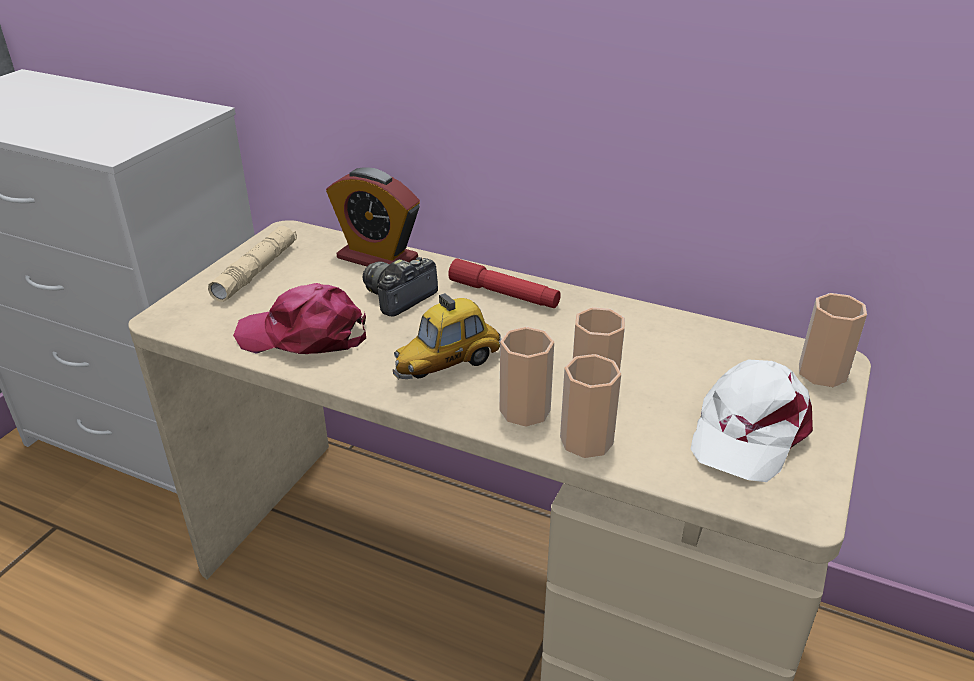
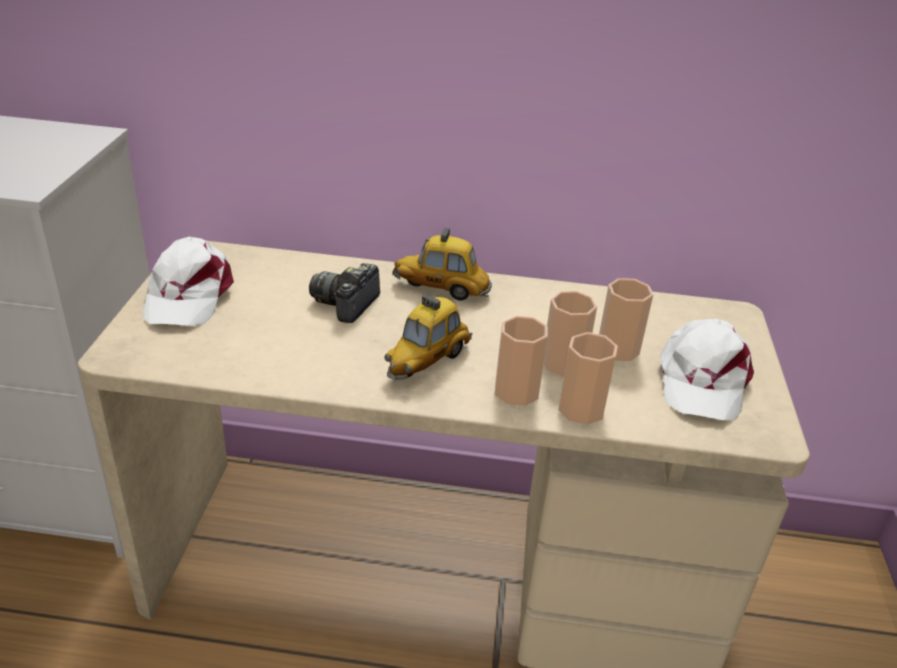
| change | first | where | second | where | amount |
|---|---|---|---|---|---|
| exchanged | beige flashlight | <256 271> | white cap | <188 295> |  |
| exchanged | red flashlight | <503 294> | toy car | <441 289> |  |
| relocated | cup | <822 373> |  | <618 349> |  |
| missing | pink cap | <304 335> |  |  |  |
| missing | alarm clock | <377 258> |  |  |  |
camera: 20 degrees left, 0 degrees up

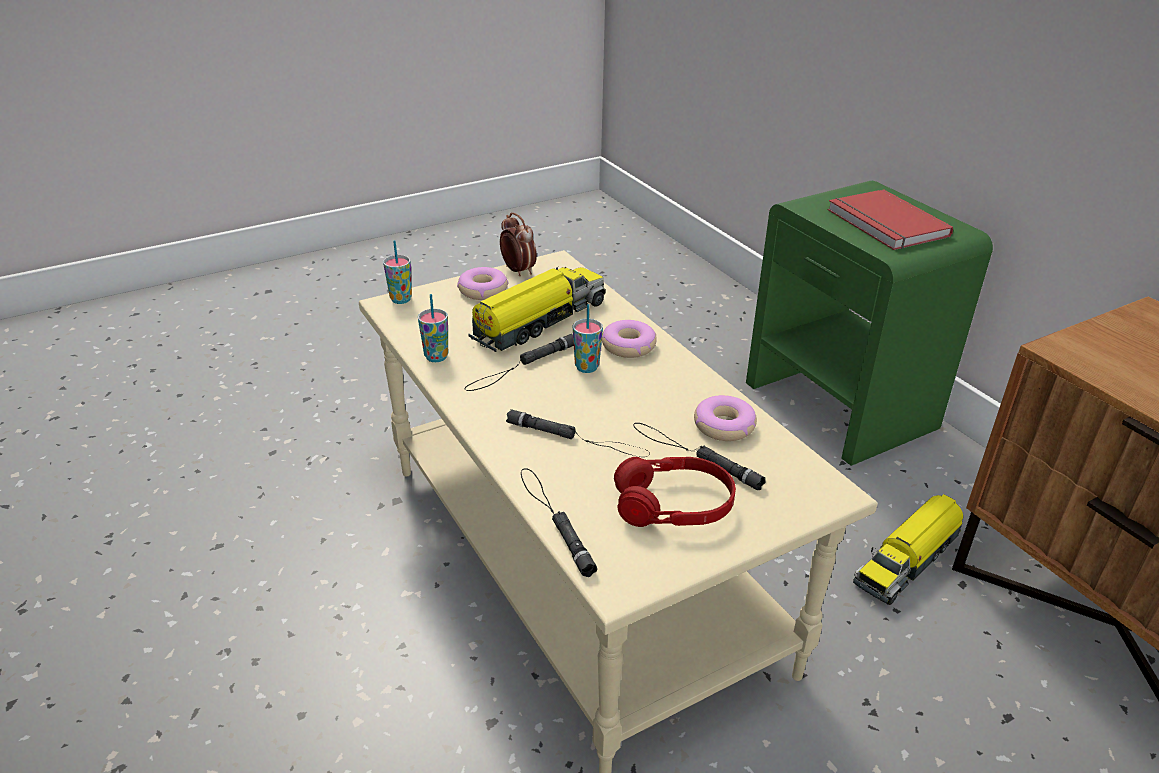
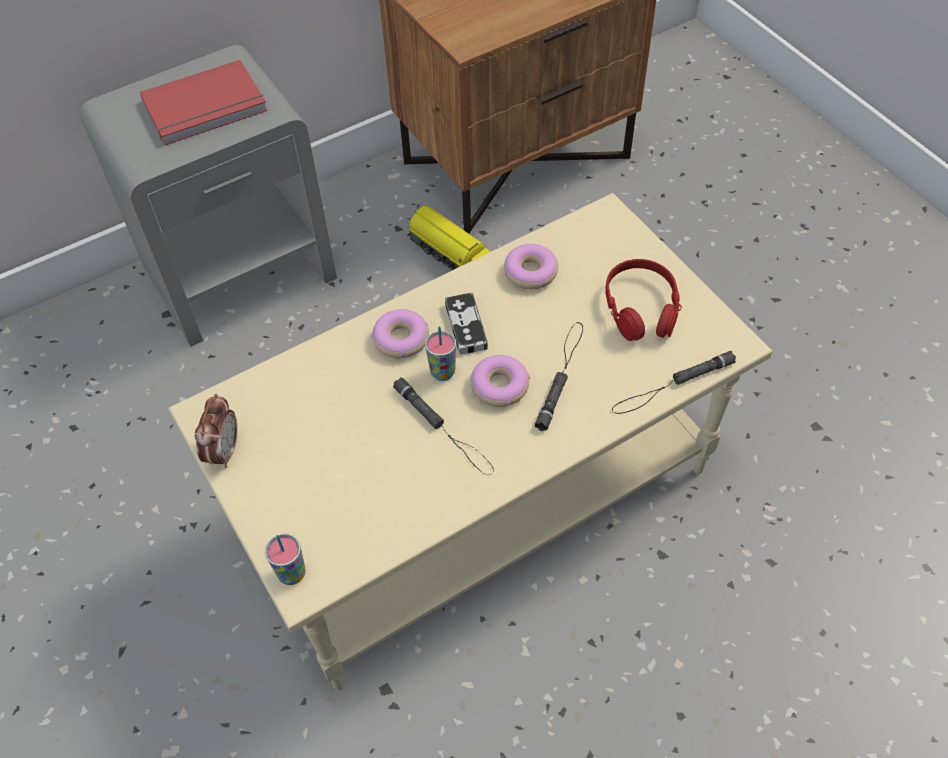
| change | first | where | second | where | amount |
|---|---|---|---|---|---|
| colour | green nightstand | <841 405> | grey nightstand | <241 272> |  |
| spun | alarm clock | <518 271> |  | <224 451> | 135 degrees clockwise |
| appeared |  |  | game controller | <466 326> |  |
| relocated | donut | <483 290> |  | <499 386> |  |
| missing | cup | <436 357> |  |  |  |
| missing | toy truck | <538 321> |  |  |  |
| missing | black flashlight | <694 455> |  |  |  |
camera: 90 degrees left, 20 degrees up

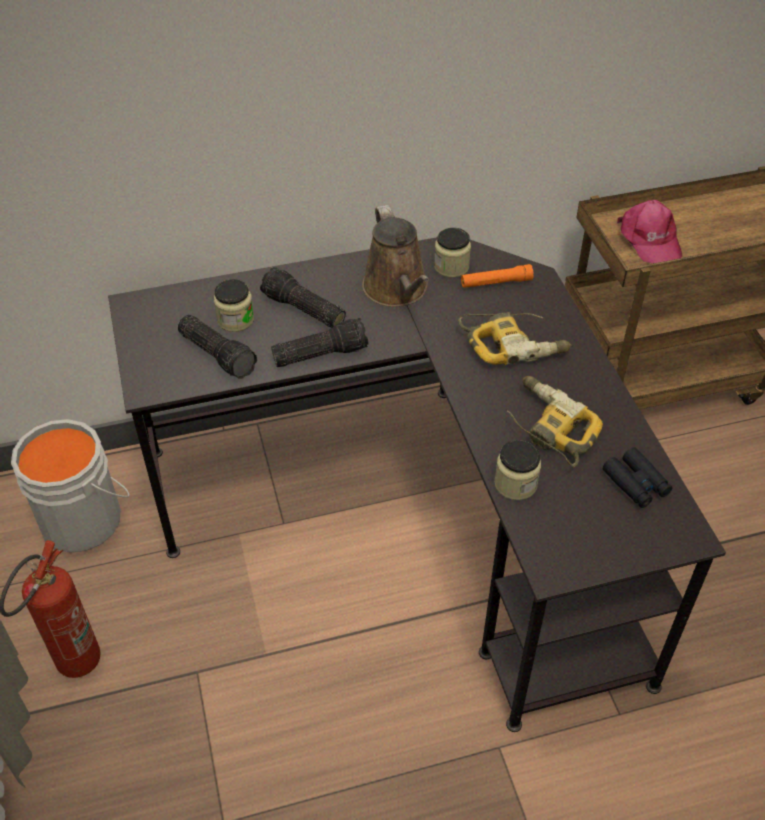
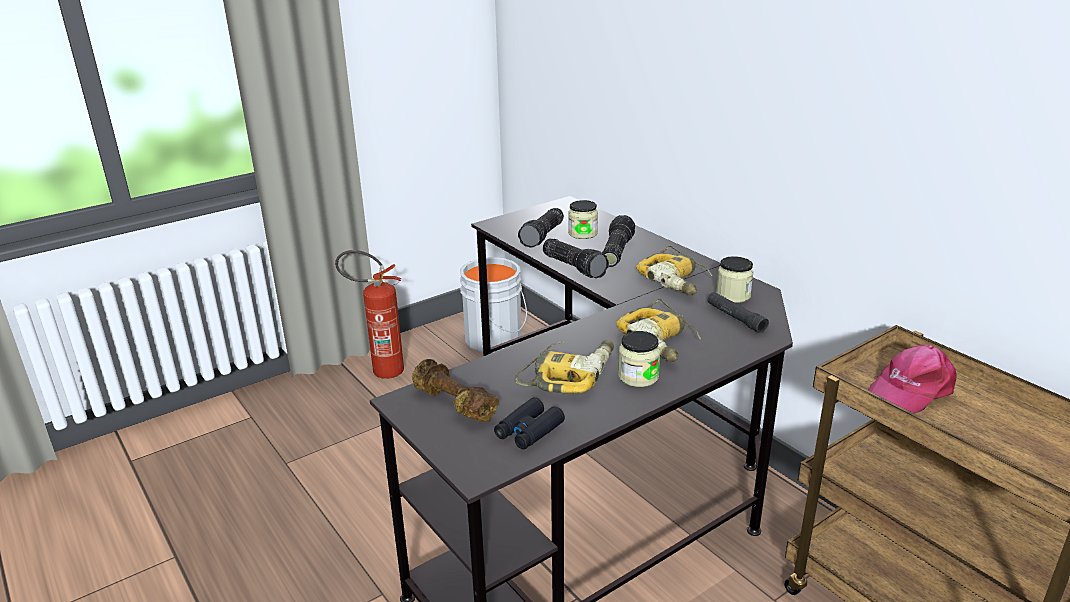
| change | first | where | second | where | amount |
|---|---|---|---|---|---|
| appeared |  |  | brown dumbbell | <453 404> |  |
| relocated | jar | <515 484> |  | <638 376> |  |
| exchanged | brown watering can | <397 290> | power drill | <676 279> |  |
| colour | orange flashlight | <496 282> | black flashlight | <735 318> |  |
camera: 70 degrees right, 20 degrees down

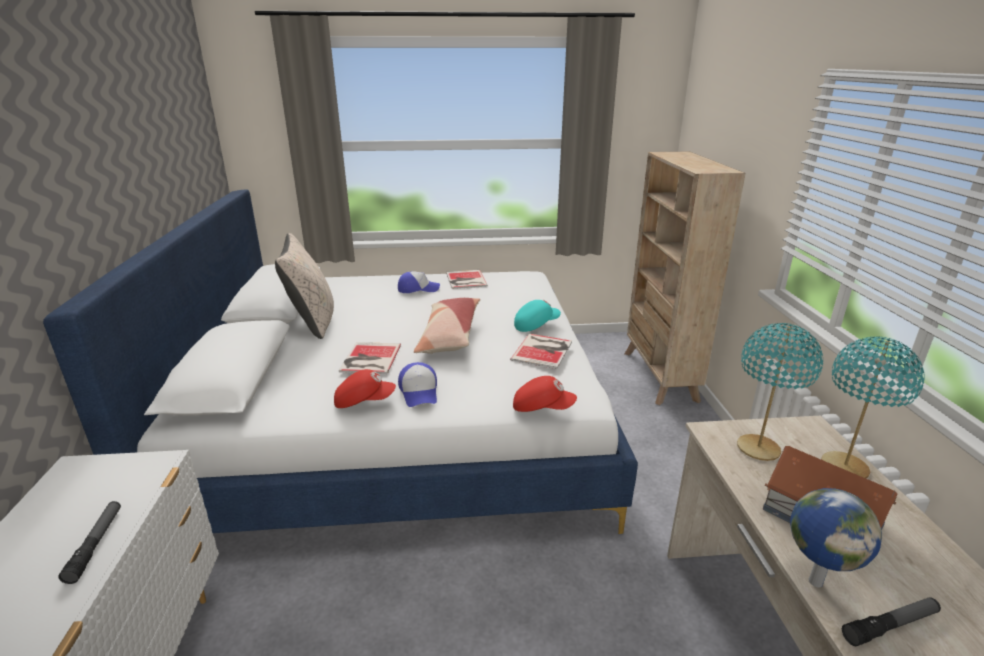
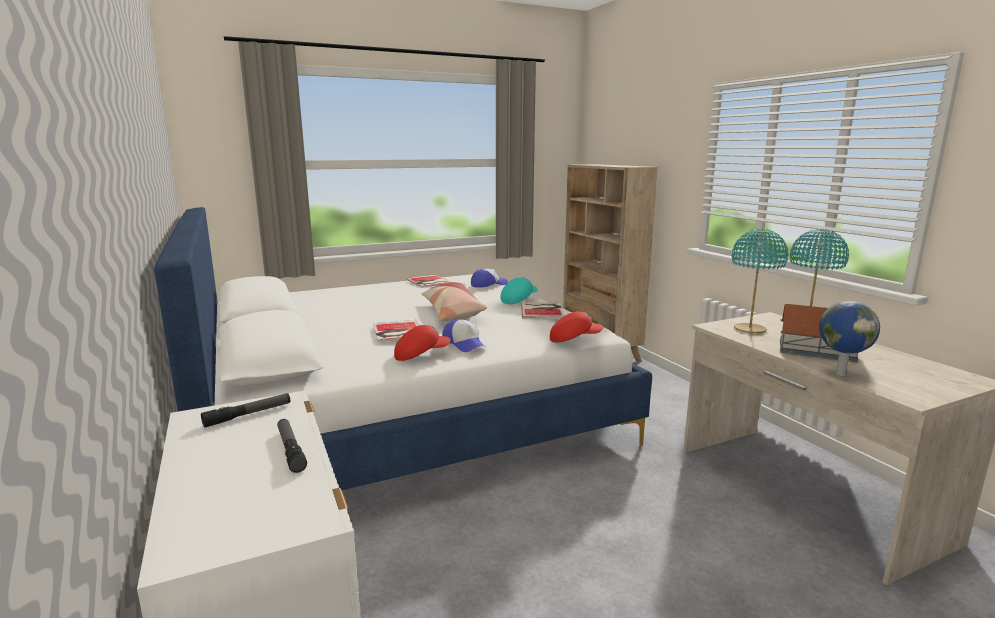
| change | first | where | second | where | amount |
|---|---|---|---|---|---|
| relocated | flashlight | <890 626> |  | <248 415> |  |
| relocated | cap | <418 289> |  | <488 284> |  |
| missing | beige pillow | <312 322> |  |  |  |
camera: 20 degrees left, 10 degrees down

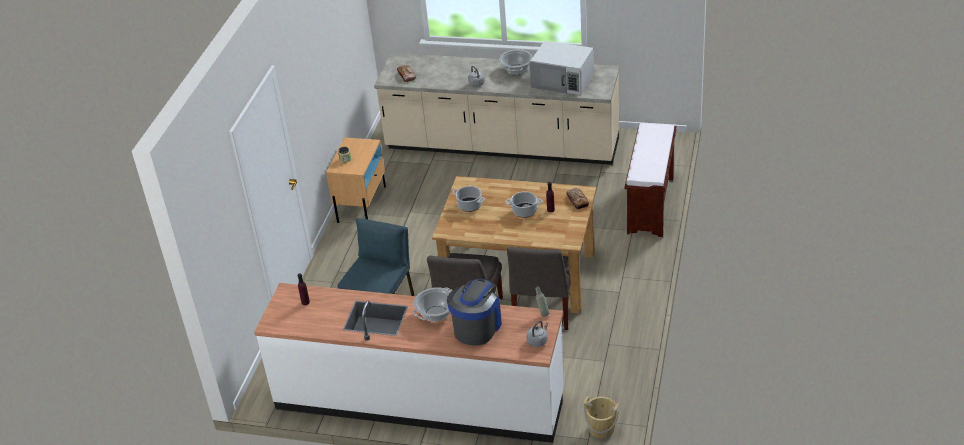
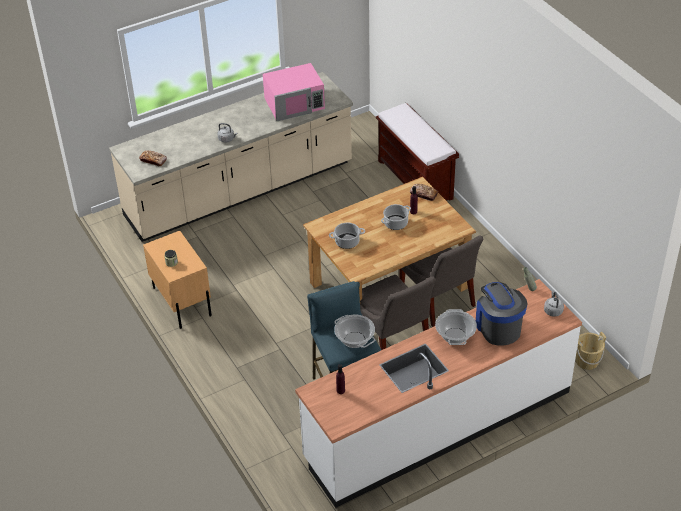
| change | first | where | second | where | amount |
|---|---|---|---|---|---|
| colour | white microwave | <563 80> | pink microwave | <295 103> |  |
| relocated | cooking pot | <516 69> |  | <355 340> |  |
camera: 45 degrees left, 5 degrees up

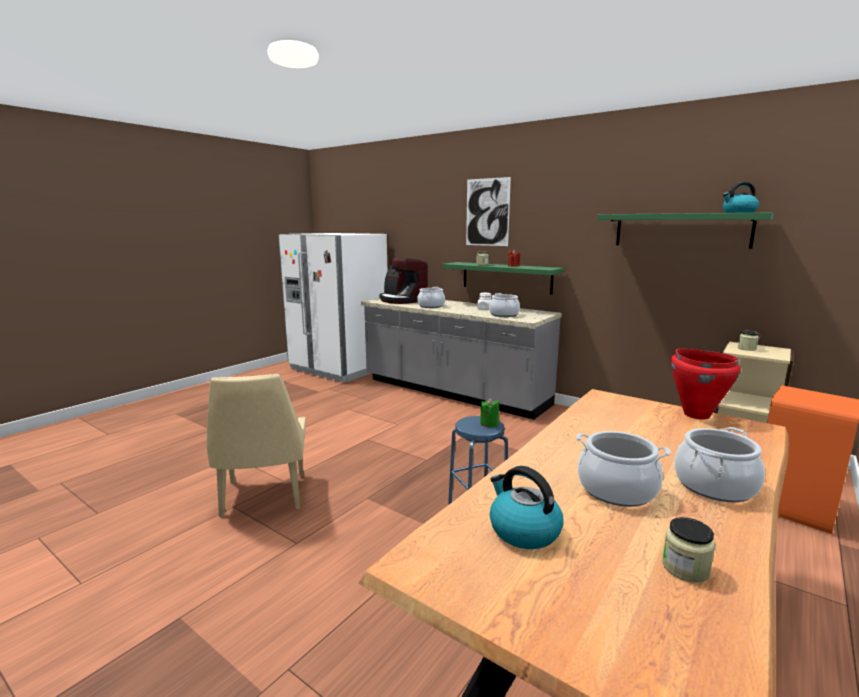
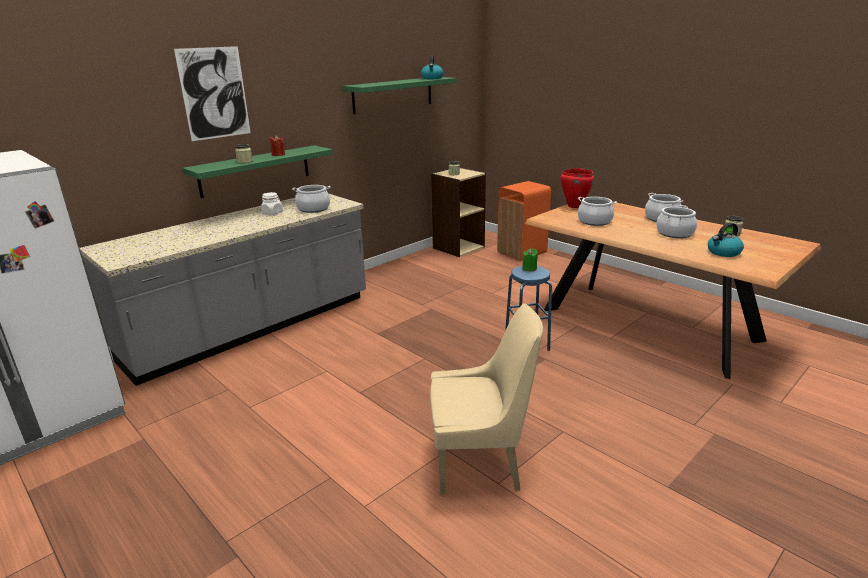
| change | first | where | second | where | amount |
|---|---|---|---|---|---|
| relocated | cooking pot | <431 306> |  | <594 221> |  |
| missing | coffee machine | <402 300> |  |  |  |
camera: 80 degrees left, 10 degrees up

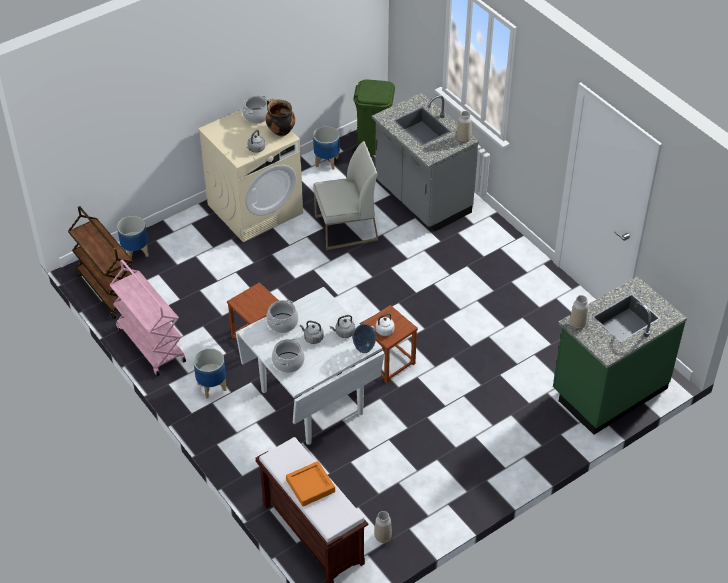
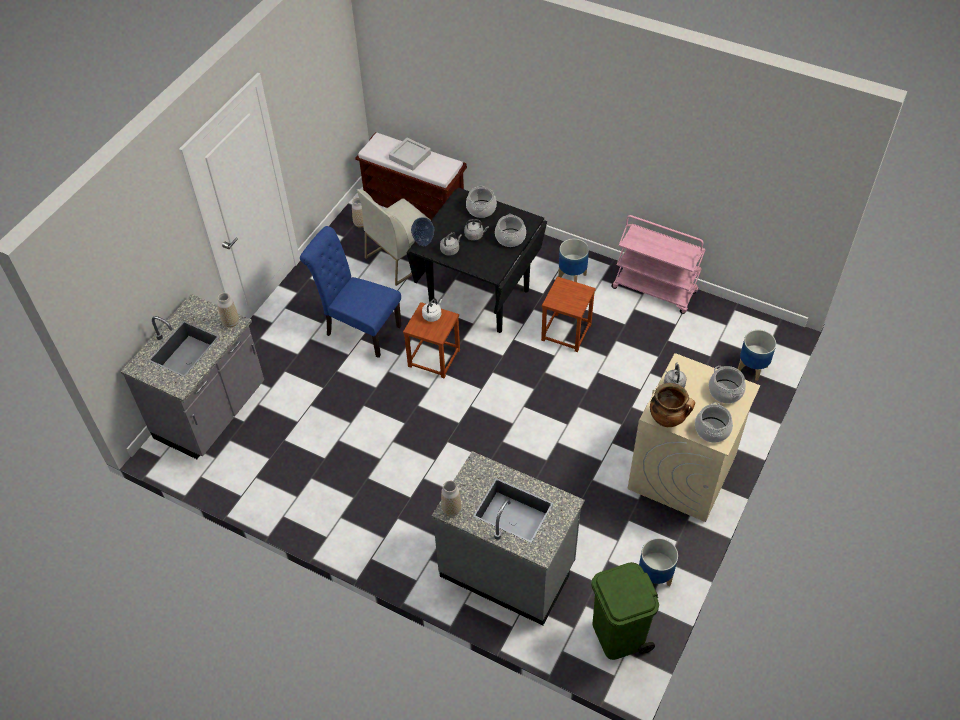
| change | first | where | second | where | amount |
|---|---|---|---|---|---|
| colour | green counter | <608 390> | grey counter | <212 413> |  |
| appeared |  |  | blue chair | <359 329> |  |
| relocated | white chair | <345 229> |  | <401 257> |  |
| colour | orange tray | <310 486> | grey tray | <410 156> |  |
| colour | white dining table | <312 401> | black dining table | <479 298> |  |
| appeared |  |  | cooking pot | <725 391> |  |
| missing | brown cart | <108 289> |  |  |  |
camera: 155 degrees right, 5 degrees up

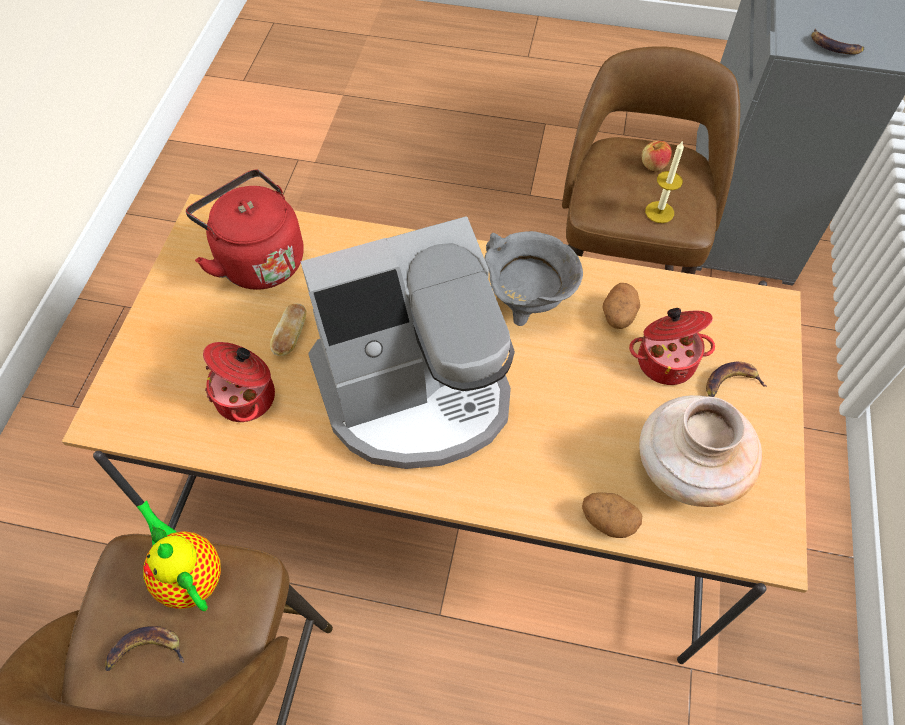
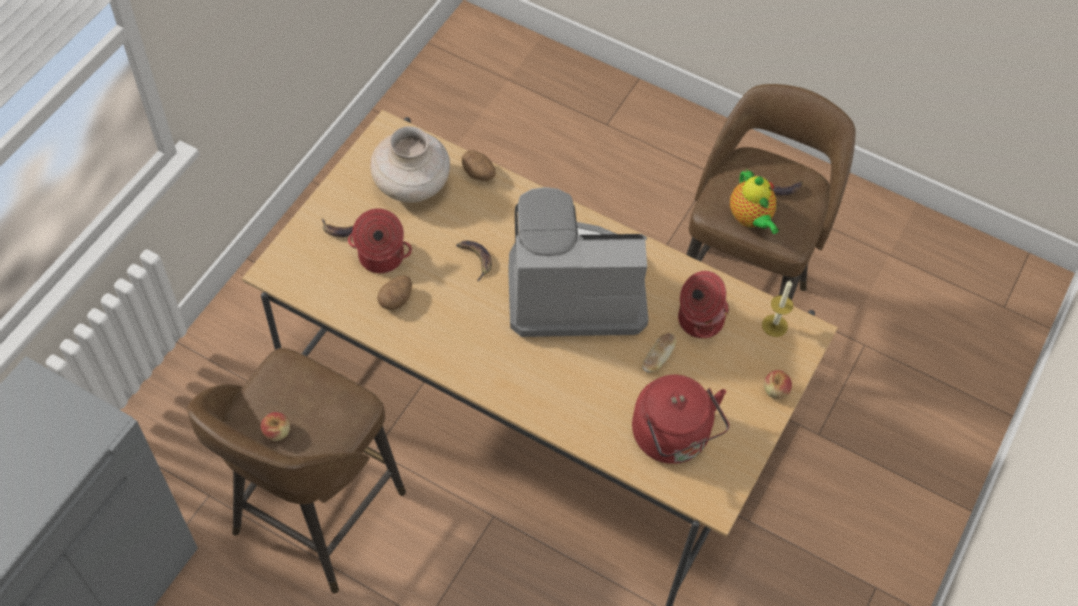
| change | first | where | second | where | amount |
|---|---|---|---|---|---|
| relocated | banana | <833 46> |  | <475 259> |  |
| relocated | candle | <659 212> |  | <774 325> |  |
| appeared |  |  | apple | <775 390> |  |
| missing | grey cooking pot | <526 305> |  |  |  |
camera: 165 degrees left, 0 degrees up

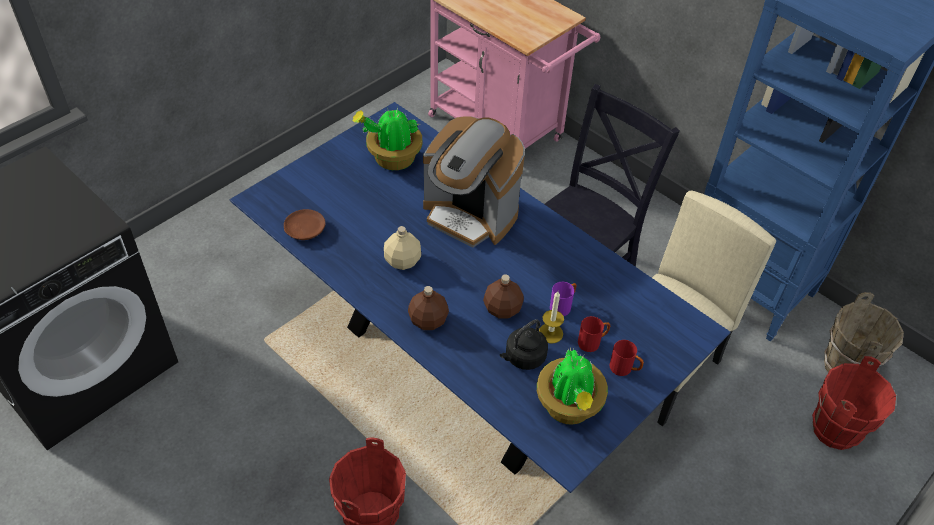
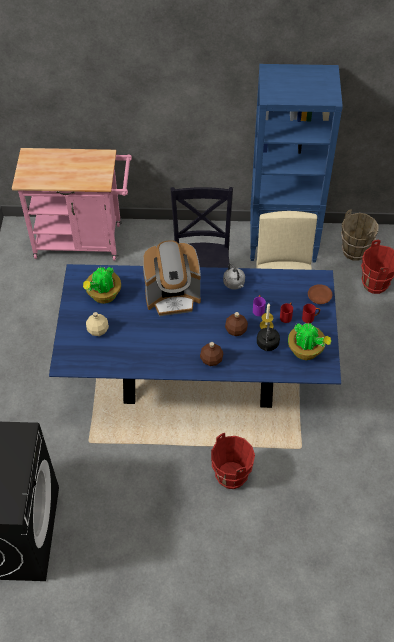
| change | first | where | second | where | amount |
|---|---|---|---|---|---|
| relocated | beige bottle | <402 261> |  | <97 330> |  |
| appeared |  |  | grey kettle | <234 284> |  |
| relocated | brown plate | <304 229> |  | <319 297> |  |
camera: 40 degrees left, 5 degrees up

